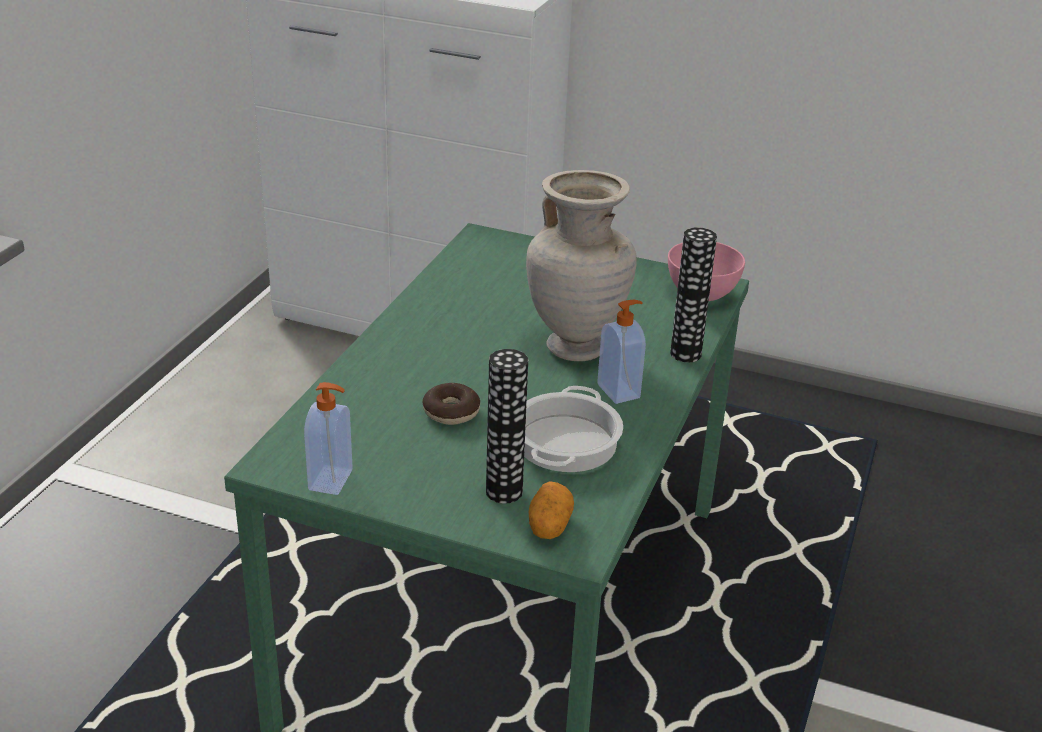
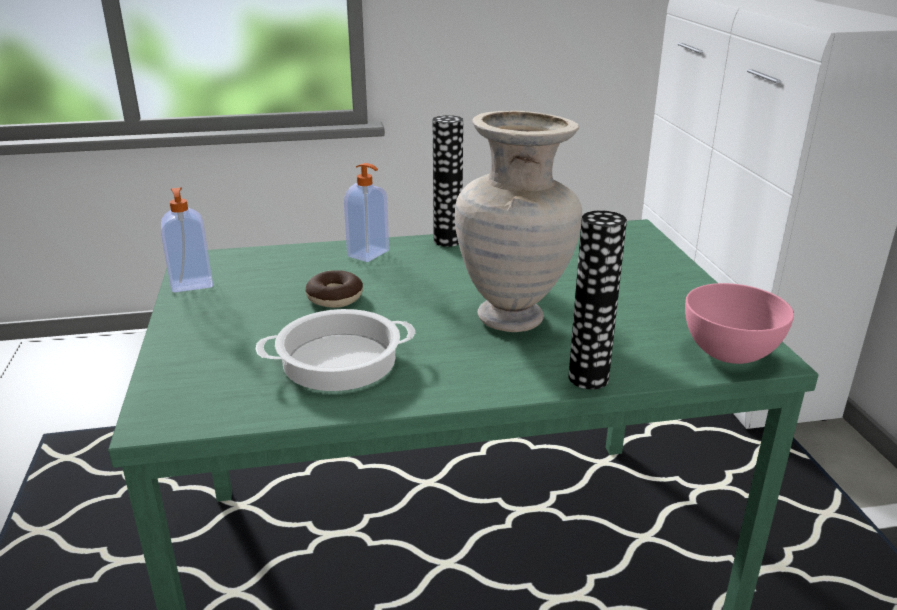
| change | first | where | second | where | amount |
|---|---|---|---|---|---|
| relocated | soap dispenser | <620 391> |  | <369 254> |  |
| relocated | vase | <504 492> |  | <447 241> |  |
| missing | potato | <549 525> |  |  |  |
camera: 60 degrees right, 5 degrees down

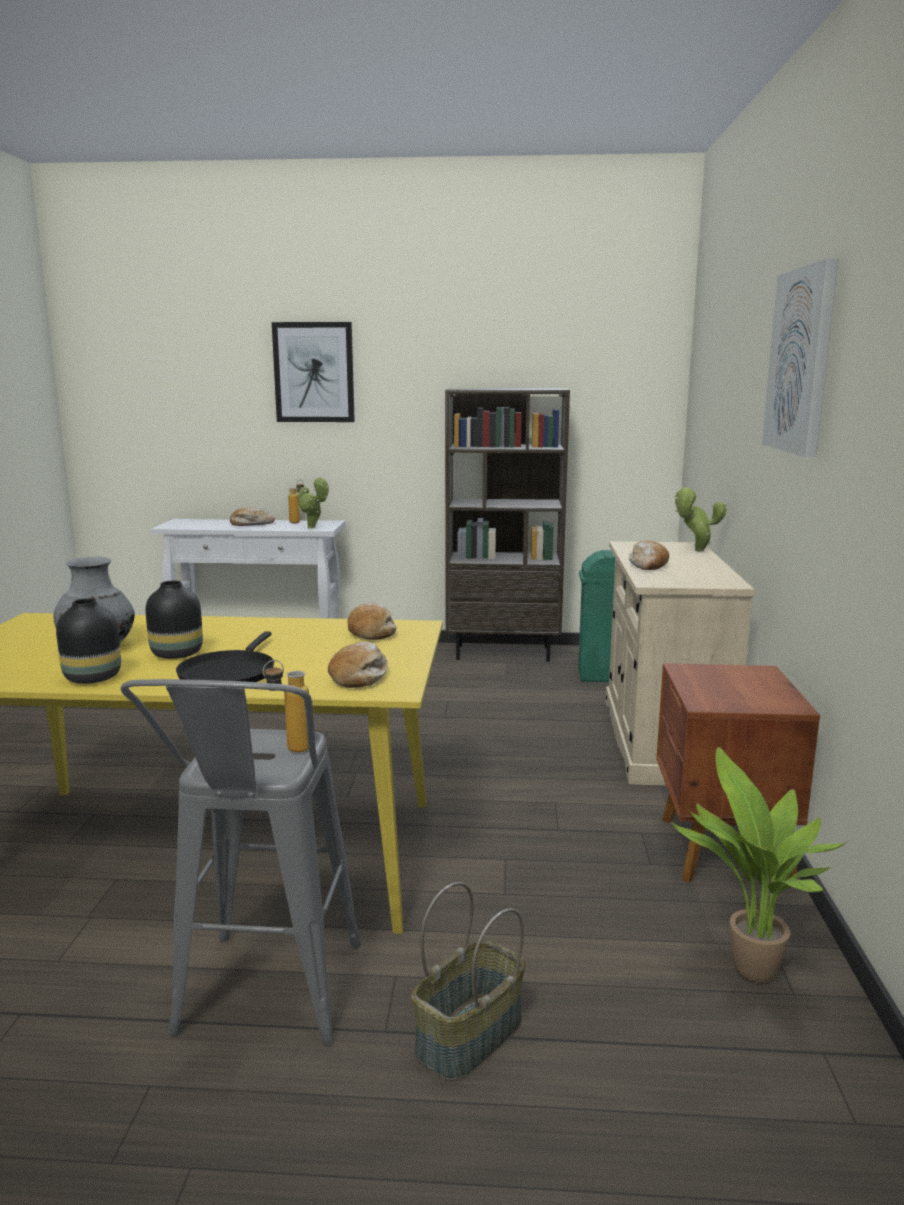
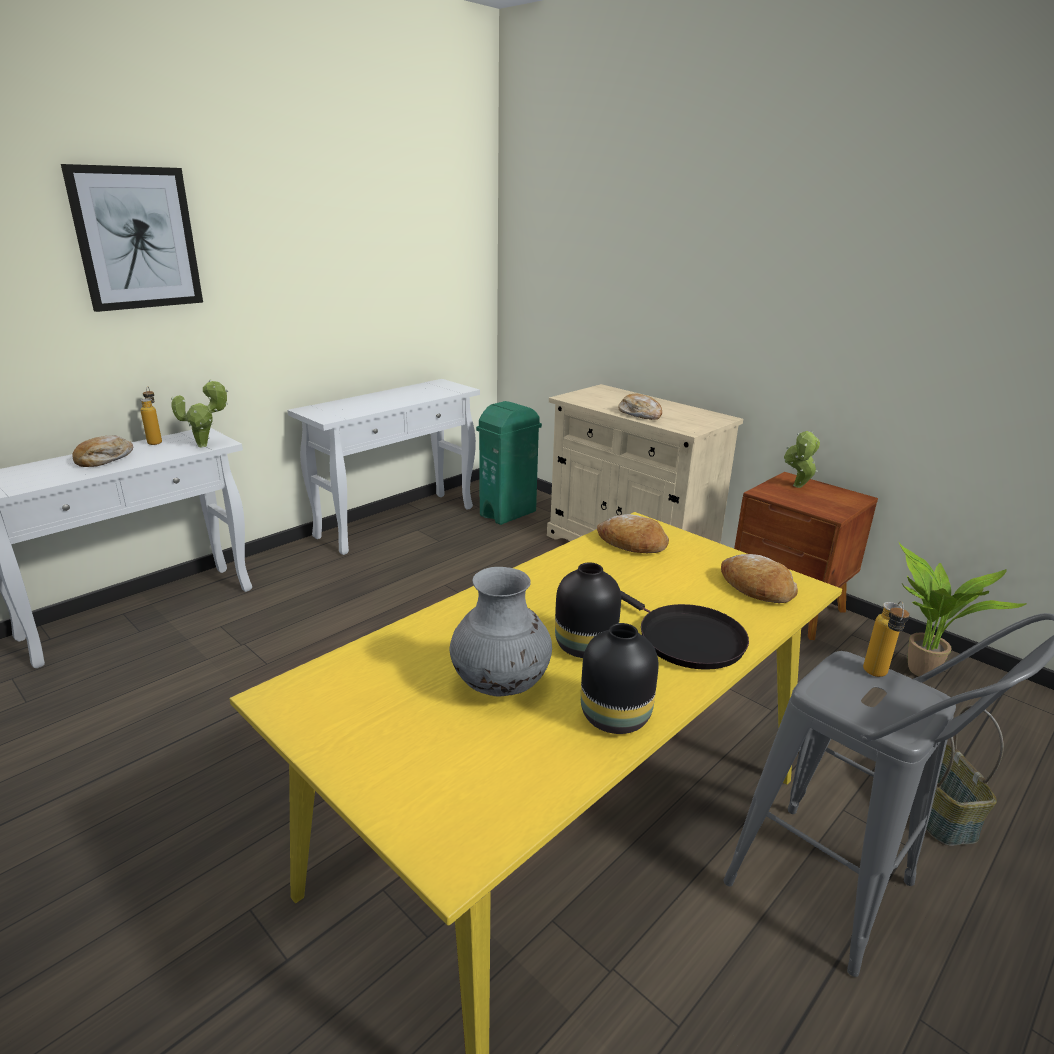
| change | first | where | second | where | amount |
|---|---|---|---|---|---|
| exchanged | brown bookcase | <503 653> | white console table | <397 521> |  |
| relocated | potted plant | <696 550> |  | <797 487> |  |
| missing | picture | <801 361> |  |  |  |
camera: 50 degrees left, 10 degrees up

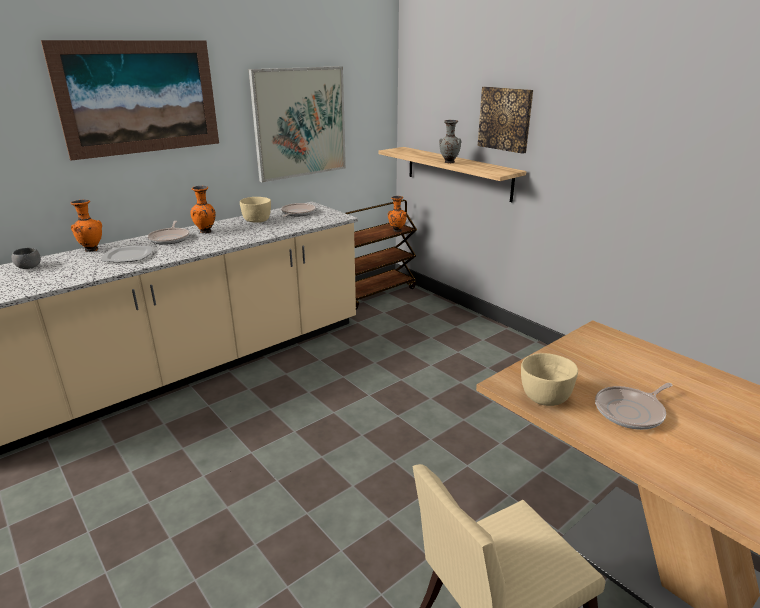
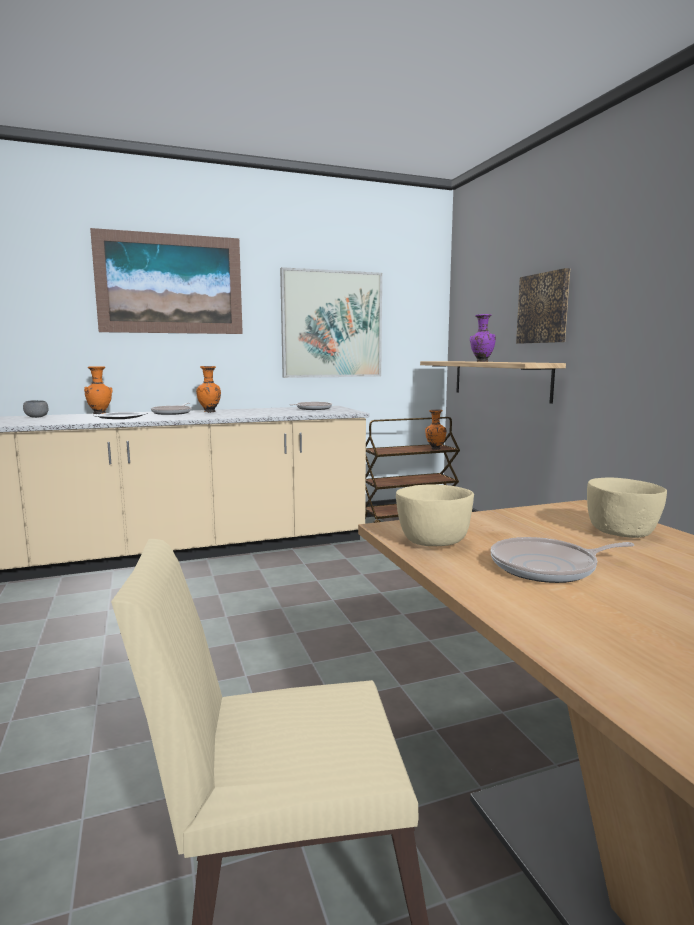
| change | first | where | second | where | amount |
|---|---|---|---|---|---|
| colour | grey vase | <448 162> | purple vase | <481 361> |  |
| relocated | beige bowl | <257 221> |  | <622 533> |  |
camera: 20 degrees right, 15 degrees down

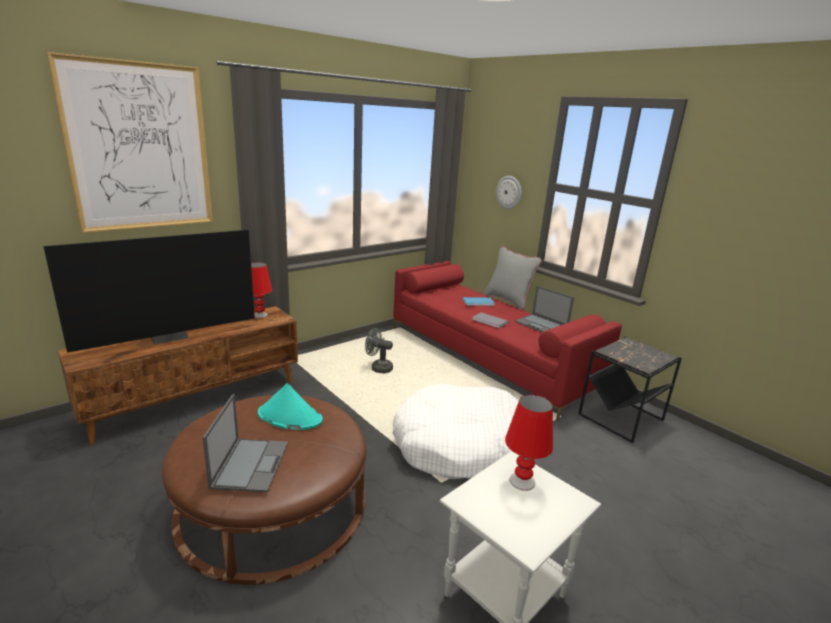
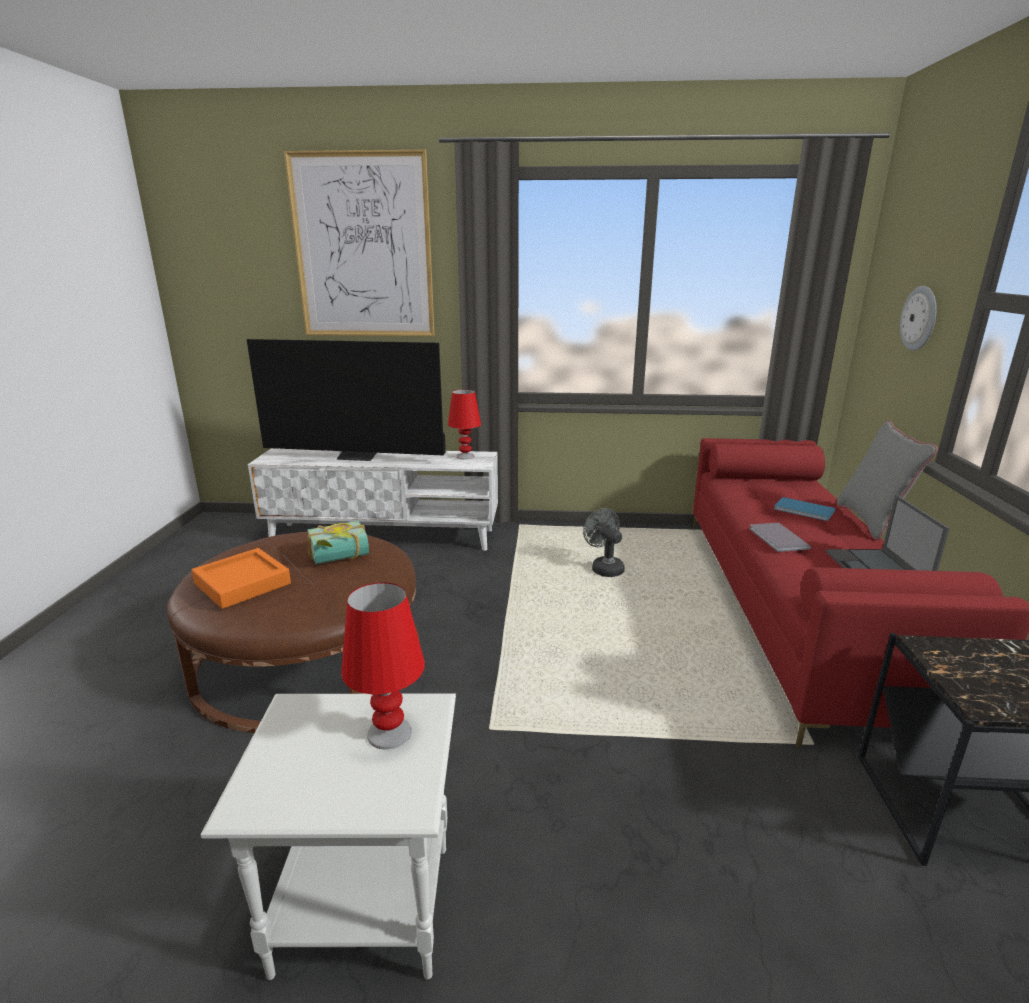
| change | first | where | second | where | amount |
|---|---|---|---|---|---|
| exchanged | laptop | <250 464> | orange tray | <242 584> |  |
| colour | brown tv stand | <197 399> | white tv stand | <384 536> |  |
| exchanged | turquoise hat | <289 417> | book | <340 558> |  |
| missing | white dog bed | <460 445> |  |  |  |
camera: 45 degrees right, 0 degrees up

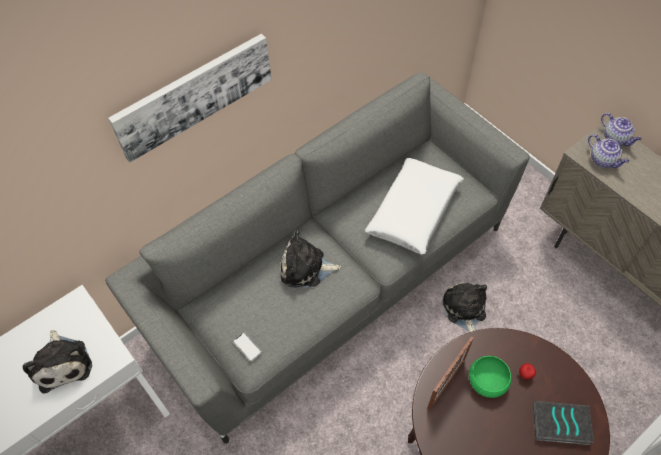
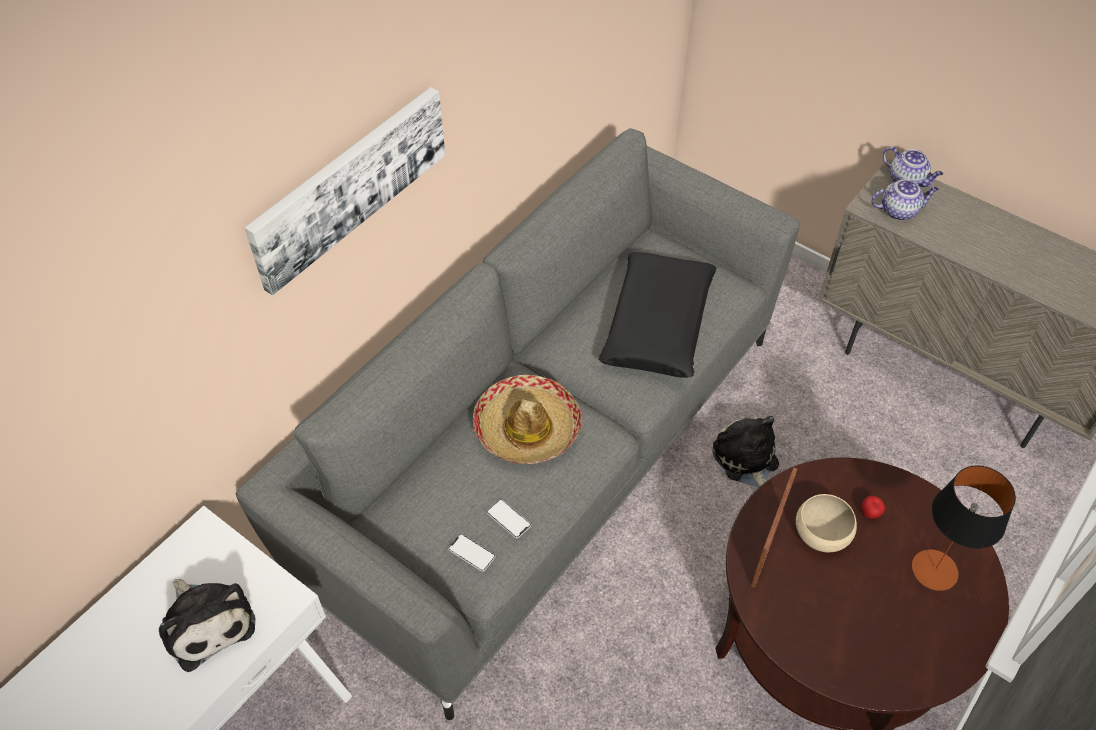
| change | first | where | second | where | amount |
|---|---|---|---|---|---|
| exchanged | plush toy | <306 268> | hat | <526 428> |  |
| appeared |  |  | phone | <508 519> |  |
| colour | white pillow | <414 211> | black pillow | <658 325> |  |
| colour | green bowl | <488 381> | beige bowl | <822 532> |  |
| spun | teapot | <603 160> |  | <899 211> | 45 degrees counterclockwise |
| exchanged | book | <560 425> | table lamp | <935 570> |  |
camera: 15 degrees left, 5 degrees down

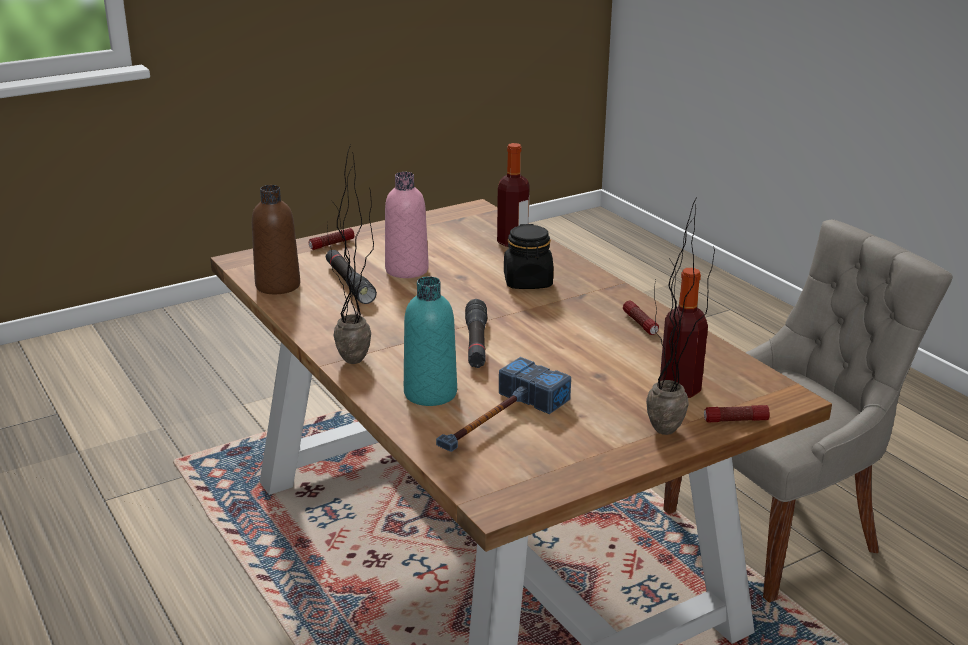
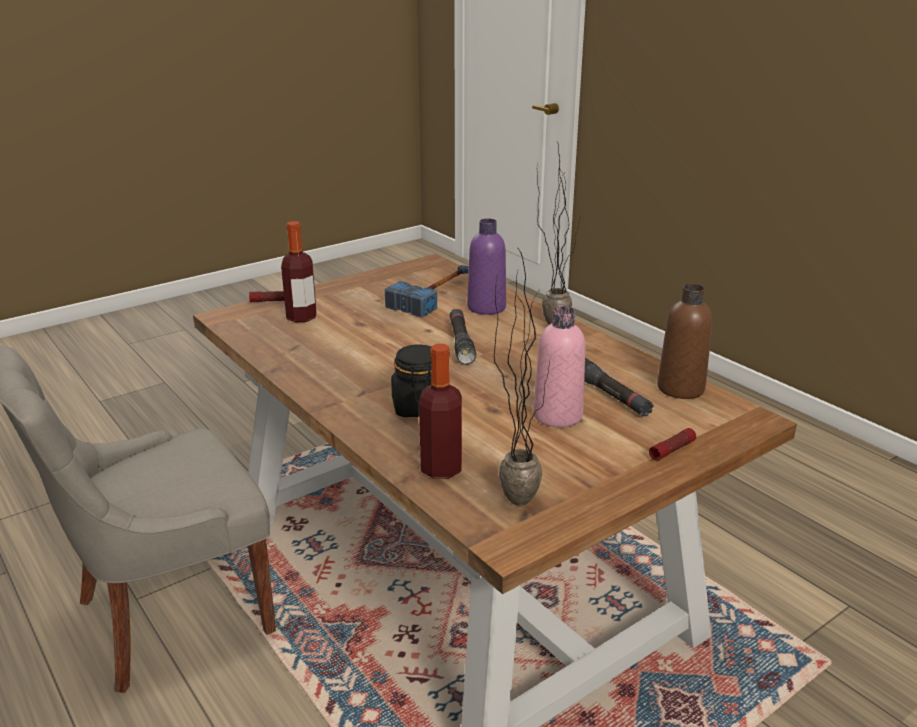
| change | first | where | second | where | amount |
|---|---|---|---|---|---|
| colour | turquoise bottle | <430 393> | purple bottle | <486 307> |  |
| relocated | potted plant | <667 437> |  | <516 492> |  |
| missing | flashlight | <640 324> |  |  |  |
camera: 175 degrees right, 0 degrees up

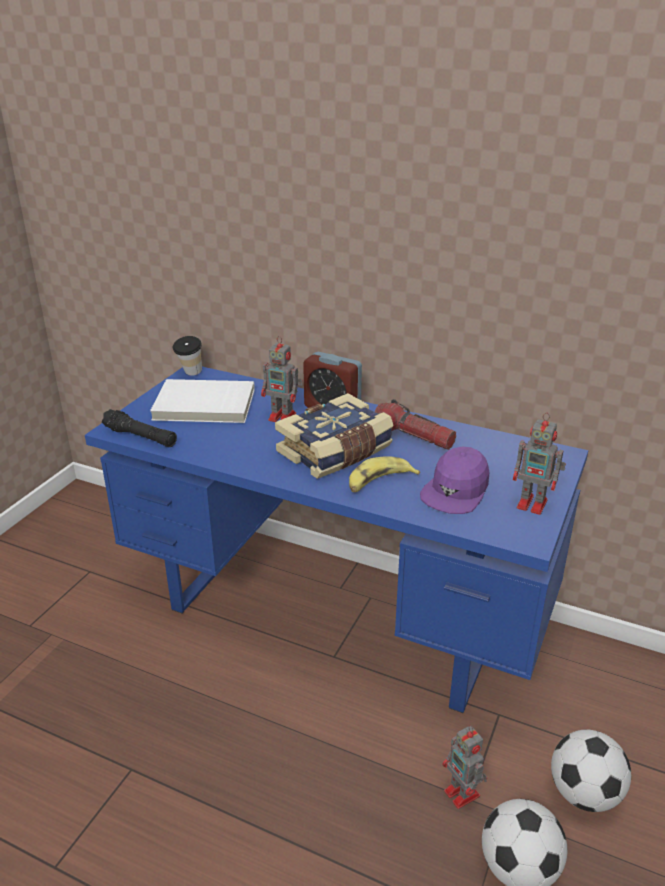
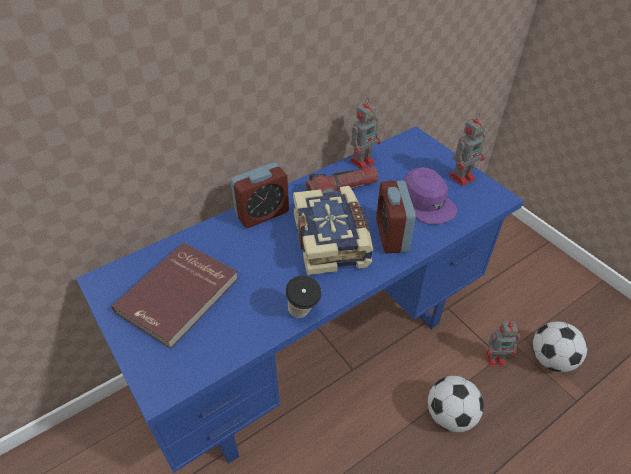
| change | first | where | second | where | amount |
|---|---|---|---|---|---|
| colour | white book | <204 405> | red book | <179 296> |  |
| relocated | cup | <190 374> |  | <303 314> |  |
| relocated | toy robot | <283 417> |  | <363 161> |  |
| exchanged | banana | <379 482> | alarm clock | <391 235> |  |
| relocated | football | <584 793> |  | <450 415> |  |
| missing | black flashlight | <140 437> |  |  |  |
camera: 60 degrees left, 15 degrees up

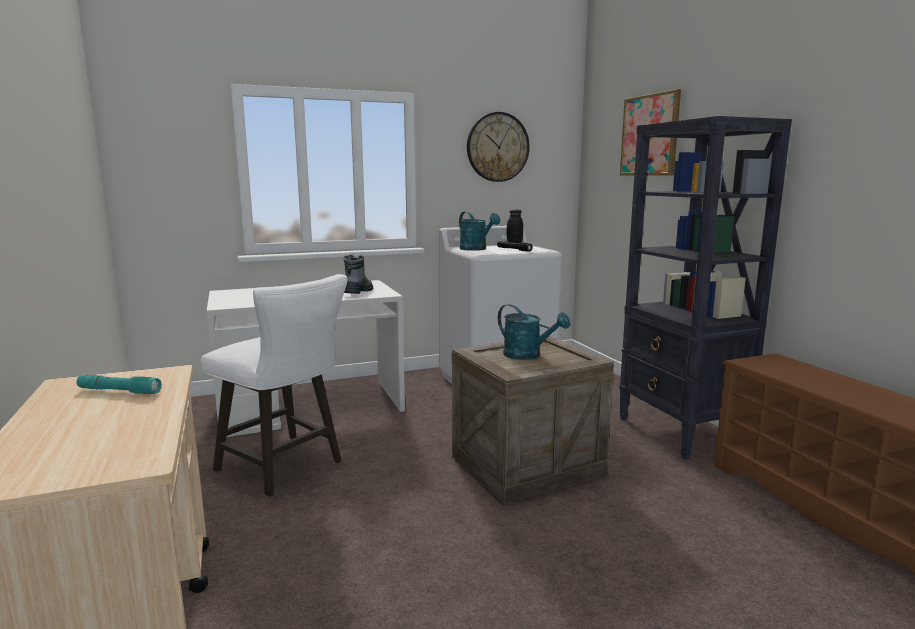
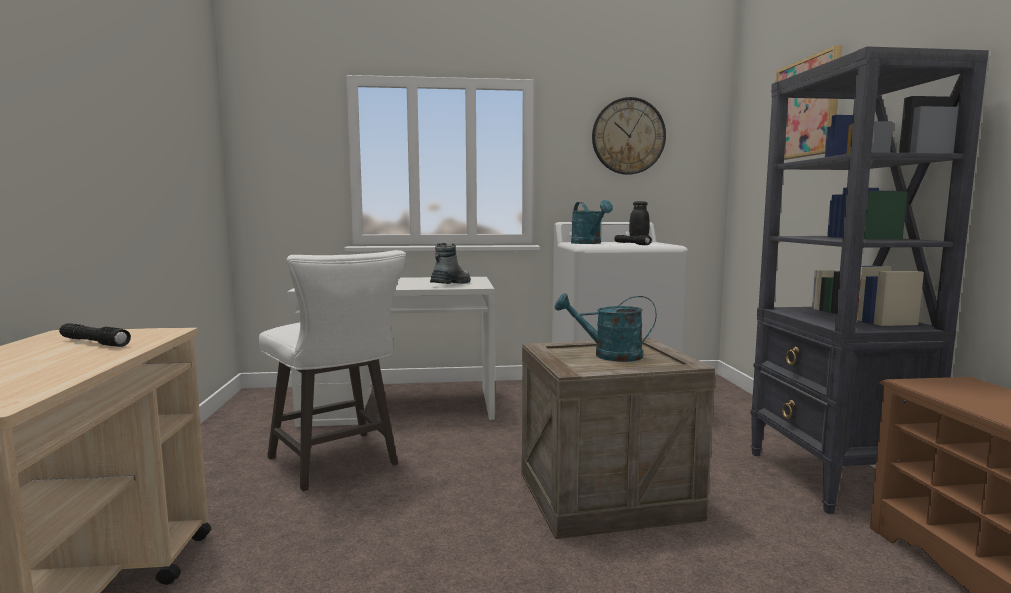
| change | first | where | second | where | amount |
|---|---|---|---|---|---|
| colour | turquoise flashlight | <119 391> | black flashlight | <94 343> |  |
| spun | turquoise watering can | <528 355> |  | <609 355> | 135 degrees clockwise |
camera: 15 degrees right, 5 degrees down

